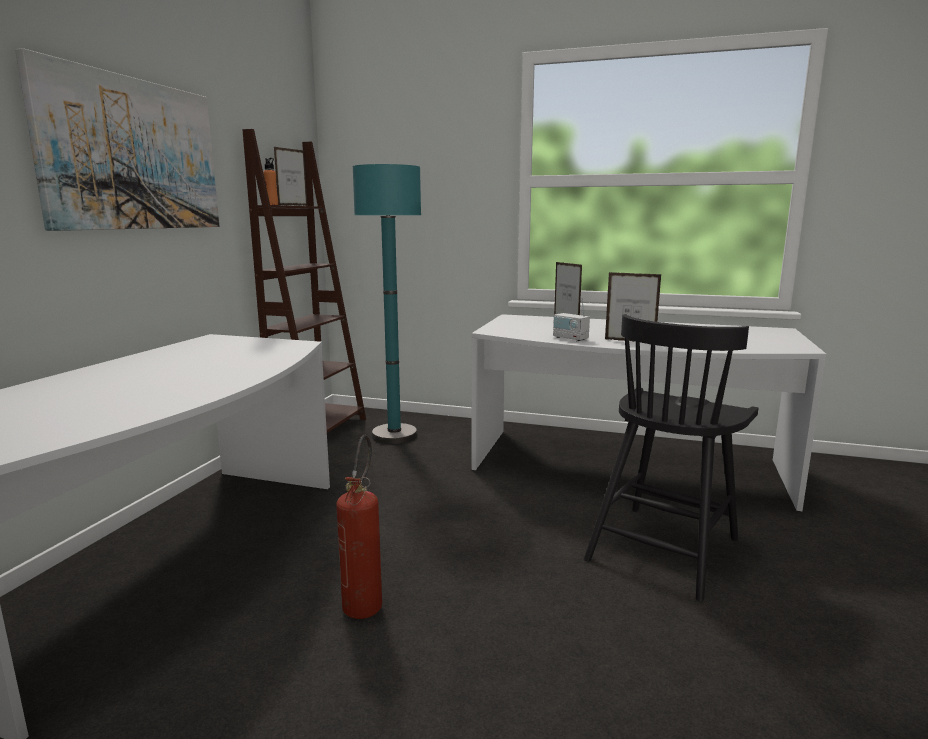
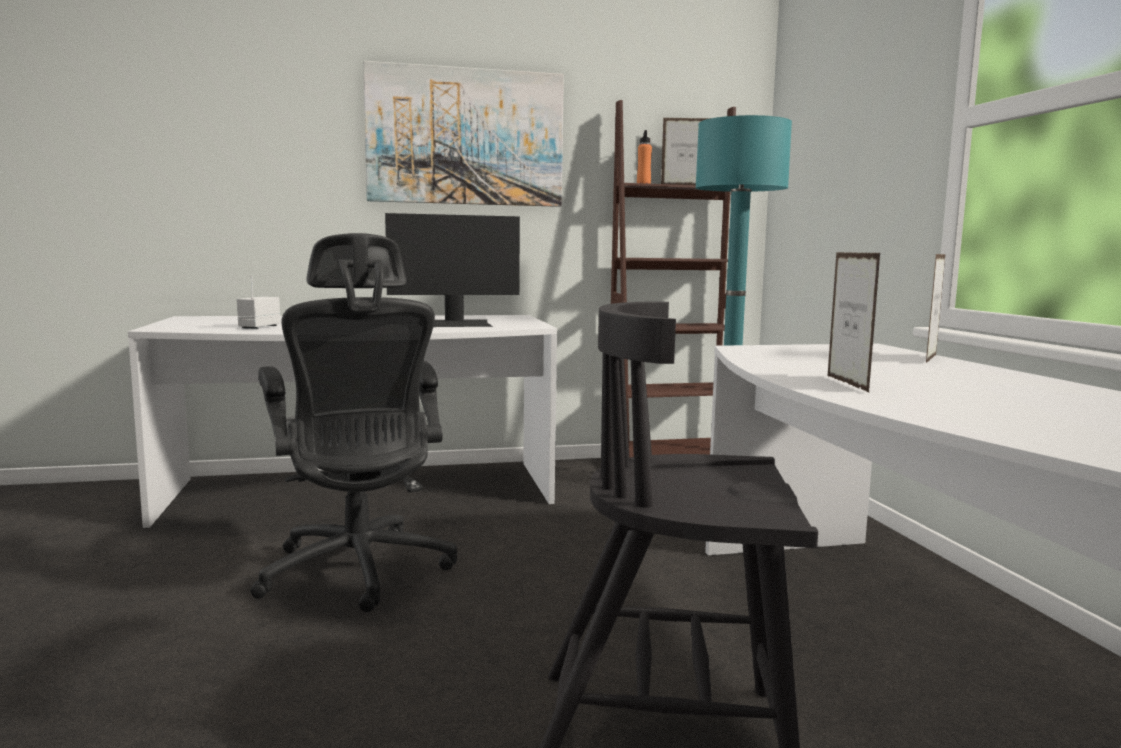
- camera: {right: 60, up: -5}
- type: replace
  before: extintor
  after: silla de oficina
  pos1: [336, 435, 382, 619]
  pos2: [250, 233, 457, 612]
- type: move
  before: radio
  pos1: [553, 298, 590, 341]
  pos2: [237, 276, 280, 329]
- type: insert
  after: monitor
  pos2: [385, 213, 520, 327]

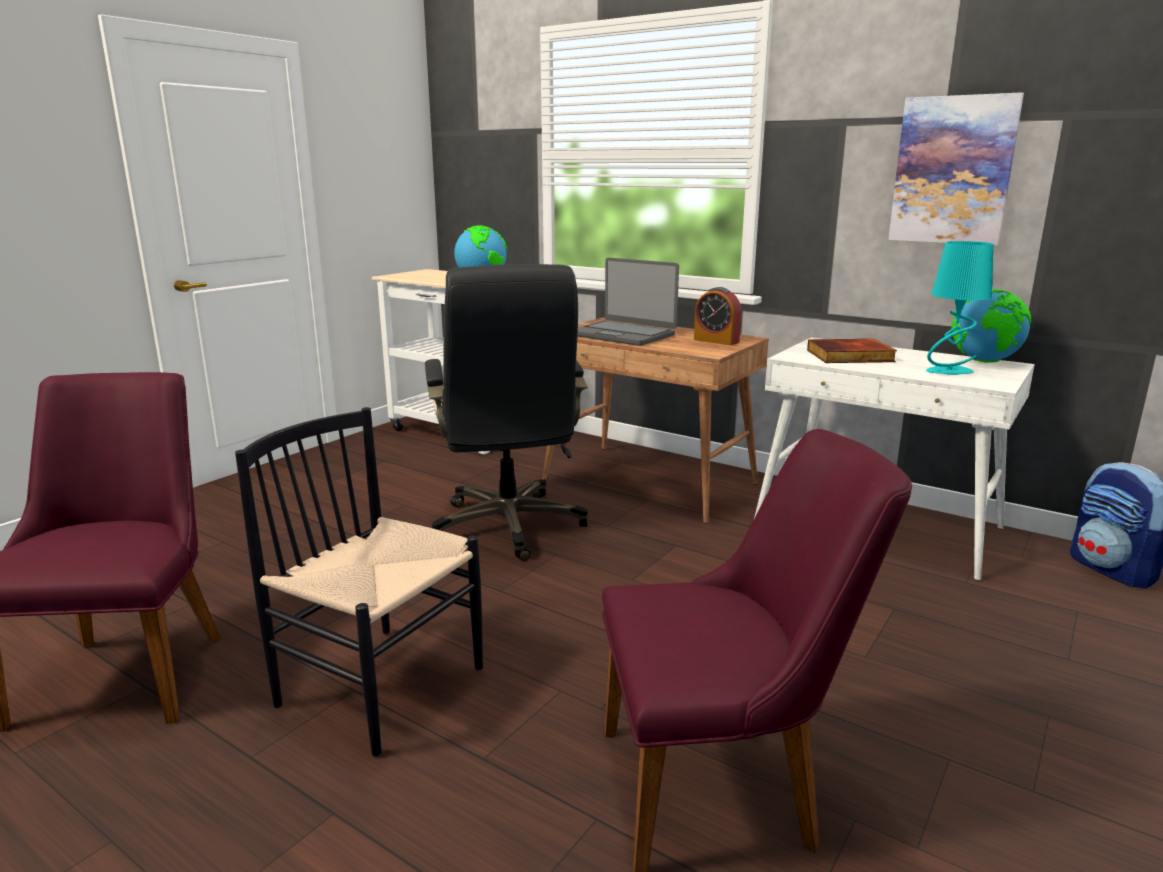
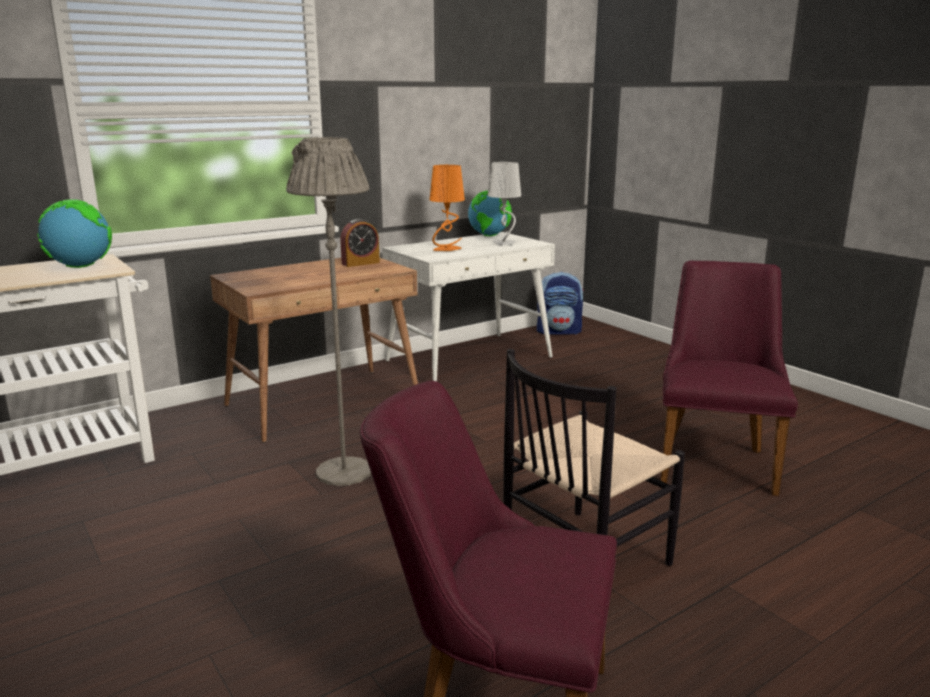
- camera: {right: -70, up: 0}
- type: replace
  before: silla de oficina [negro]
  after: lámpara de pie [gris]
  pos1: [425, 264, 589, 561]
  pos2: [286, 137, 371, 486]
- type: delete
  before: portátil
  pos1: [578, 258, 679, 346]
- type: replace
  before: libro
  after: lámpara de mesa [naranja]
  pos1: [807, 339, 897, 363]
  pos2: [430, 165, 465, 251]
- type: delete
  before: cuadro
  pos1: [888, 92, 1024, 245]
- type: recolor
  before: lámpara de mesa [turquesa]
  after: lámpara de mesa [gris]
  pos1: [926, 241, 993, 375]
  pos2: [487, 162, 521, 246]

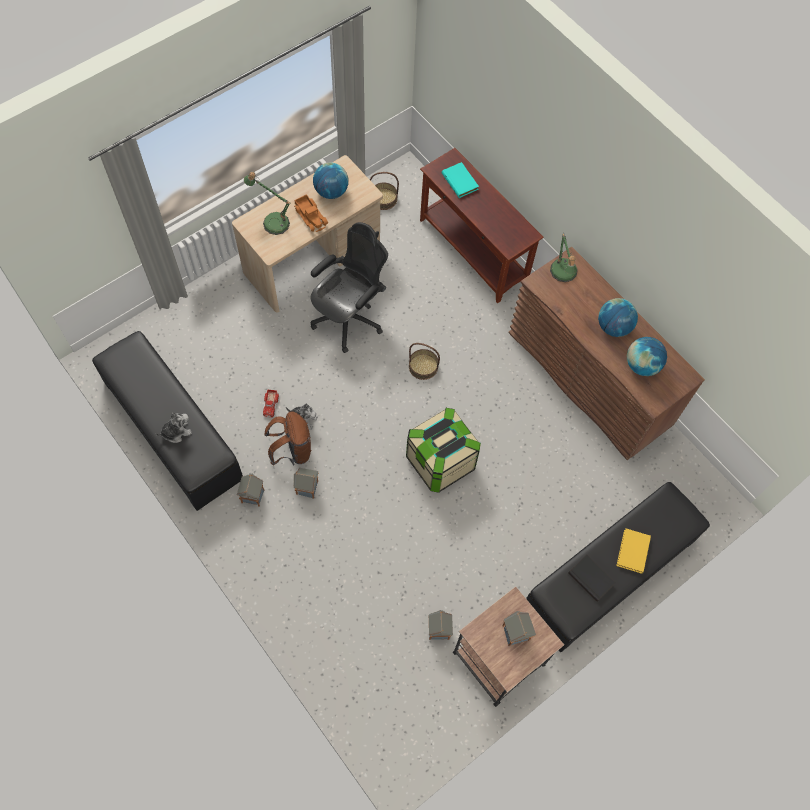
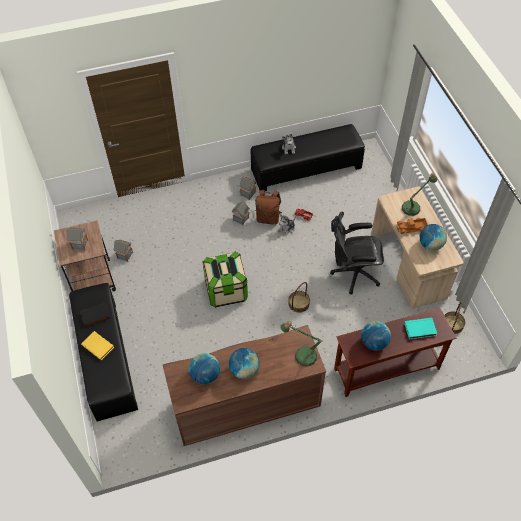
- camera: {right: 115, up: -10}
- type: rotate
  before: silla de oficina
  pos1: [310, 222, 388, 353]
  pos2: [330, 212, 384, 295]
  turn: 120
- type: insert
  after: globo terráqueo
  pos2: [361, 321, 391, 351]

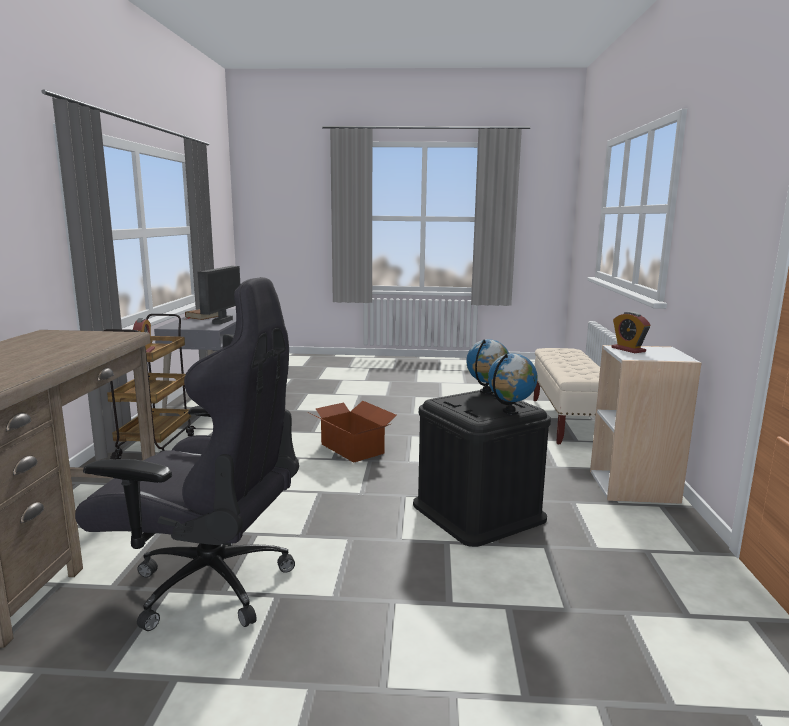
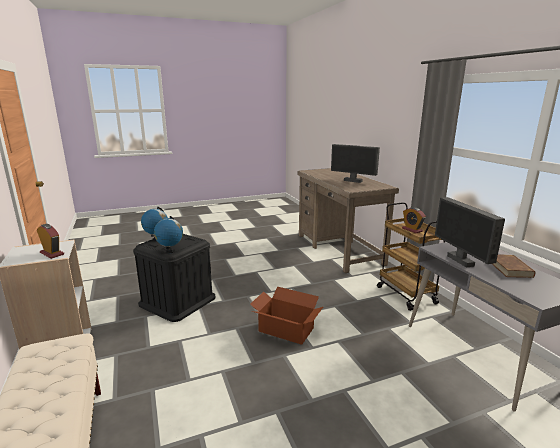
- camera: {right: 155, up: 5}
- type: delete
  before: silla de oficina [negro]
  pos1: [75, 277, 299, 631]
- type: insert
  after: monitor
  pos2: [331, 144, 380, 183]

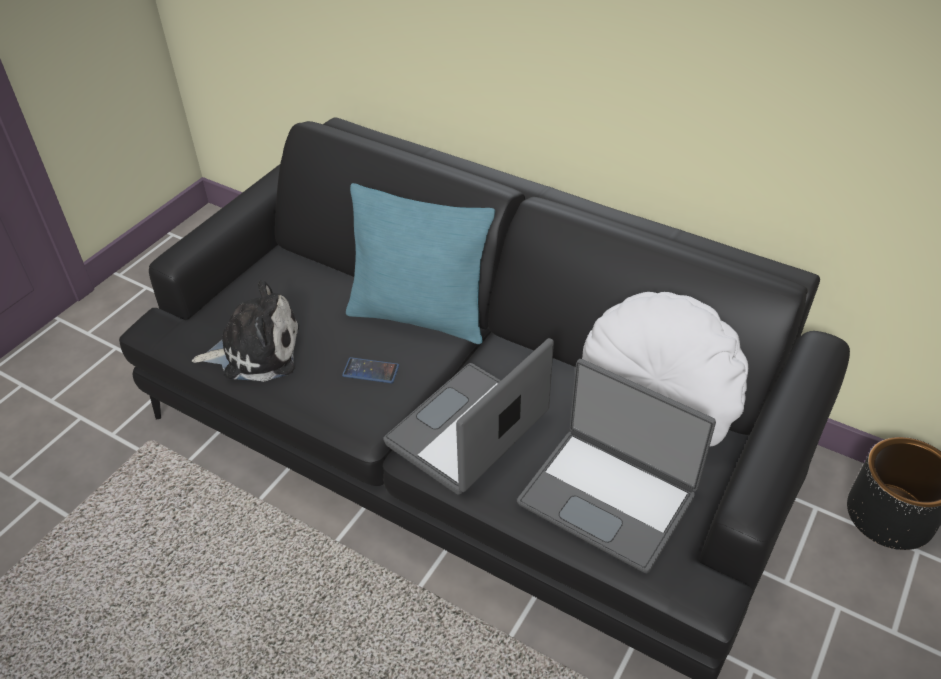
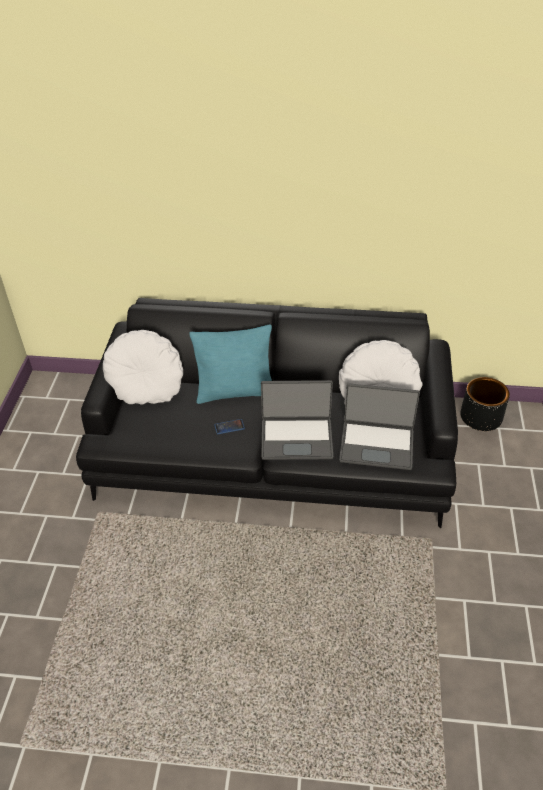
- camera: {right: -25, up: 0}
- type: delete
  before: peluche
  pos1: [192, 280, 299, 382]
- type: rotate
  before: portátil
  pos1: [383, 338, 554, 495]
  pos2: [261, 380, 333, 460]
  turn: -105
- type: insert
  after: cojín [blanco]
  pos2: [103, 330, 183, 405]

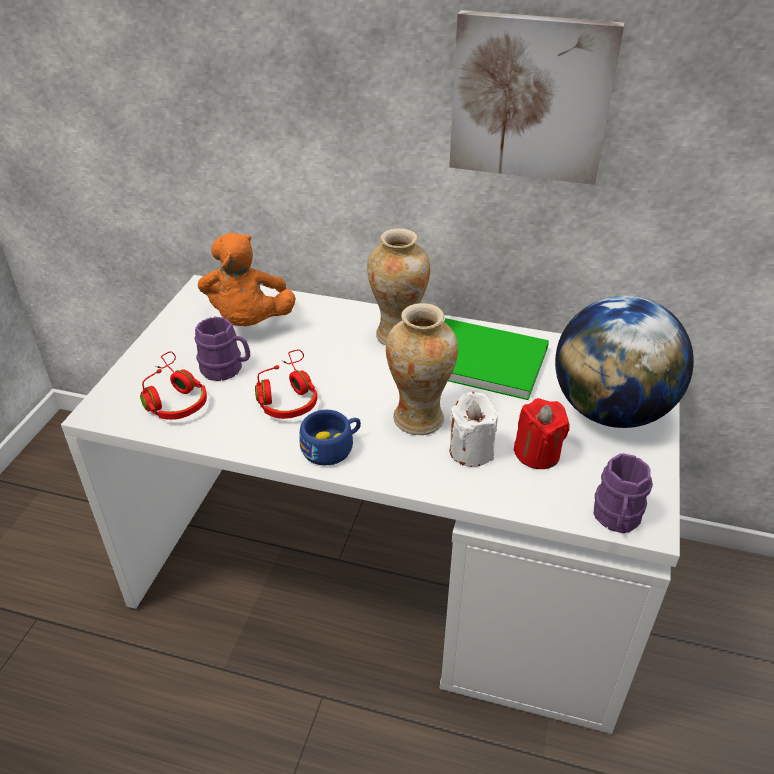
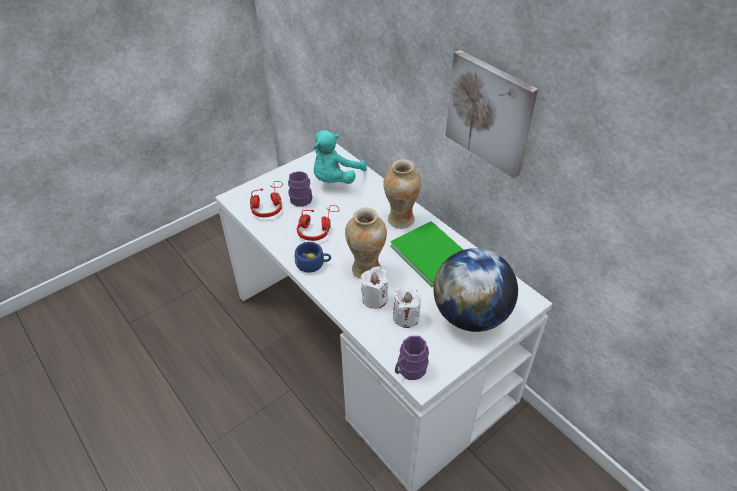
- camera: {right: 35, up: 5}
- type: recolor
  before: peluche [naranja]
  after: peluche [turquesa]
  pos1: [198, 233, 296, 326]
  pos2: [313, 130, 367, 184]
- type: recolor
  before: vela [rojo]
  after: vela [blanco]
  pos1: [513, 398, 570, 469]
  pos2: [393, 287, 421, 328]

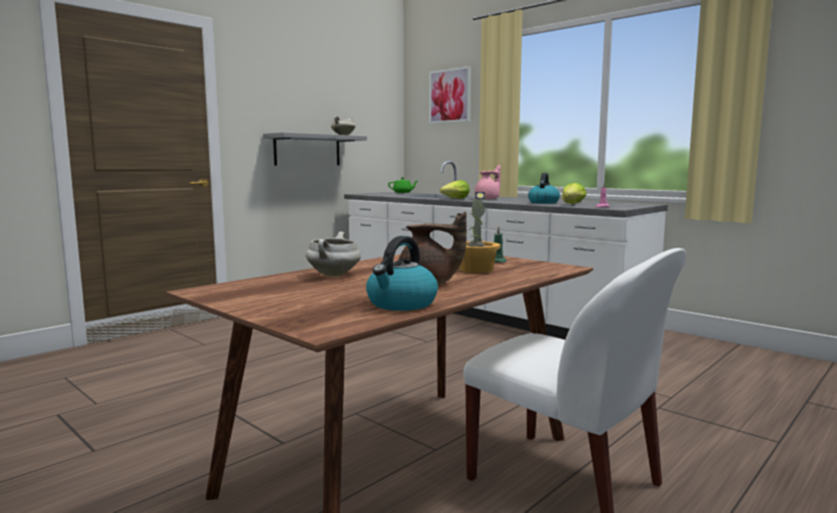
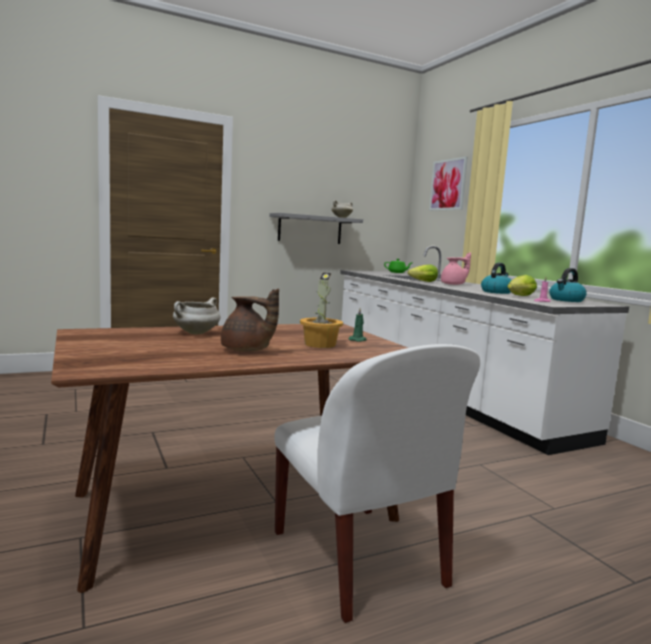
- camera: {right: 20, up: 0}
- type: move
  before: hervidor
  pos1: [366, 236, 438, 311]
  pos2: [549, 268, 587, 302]

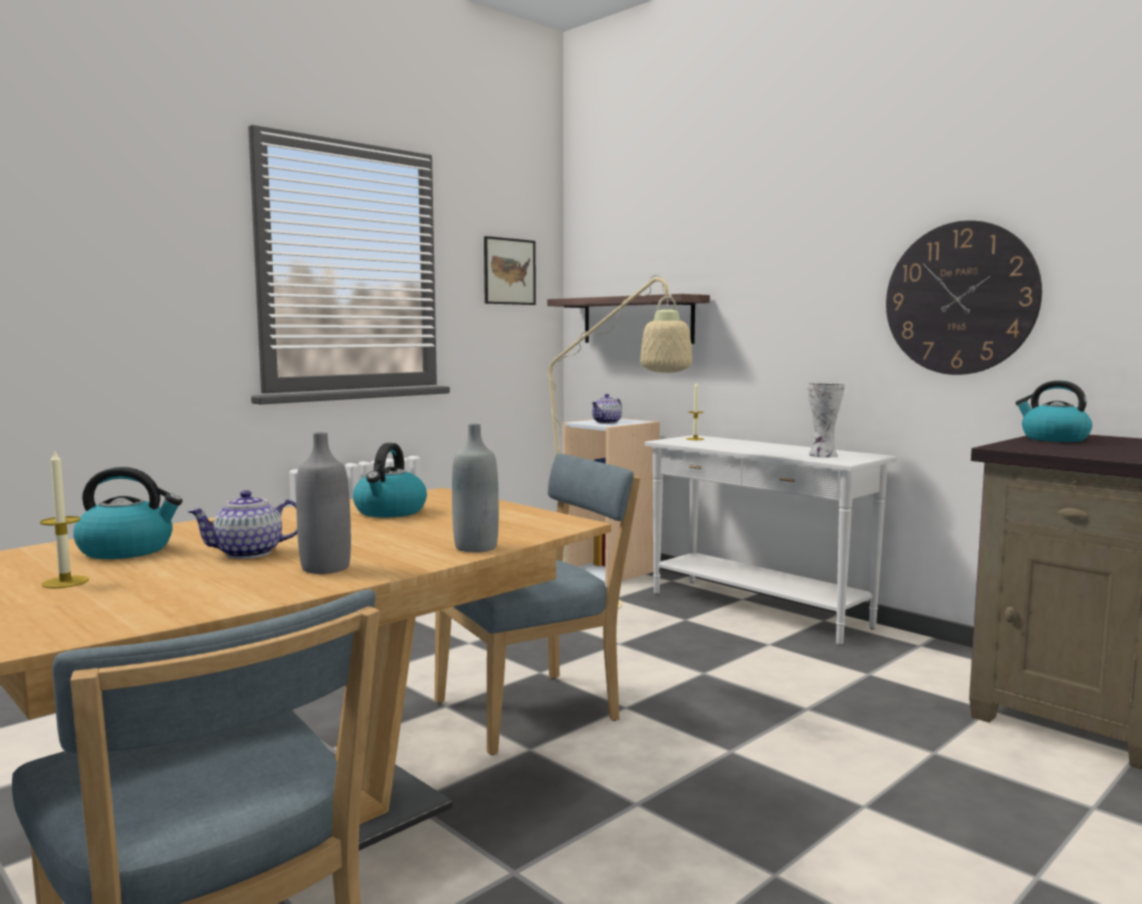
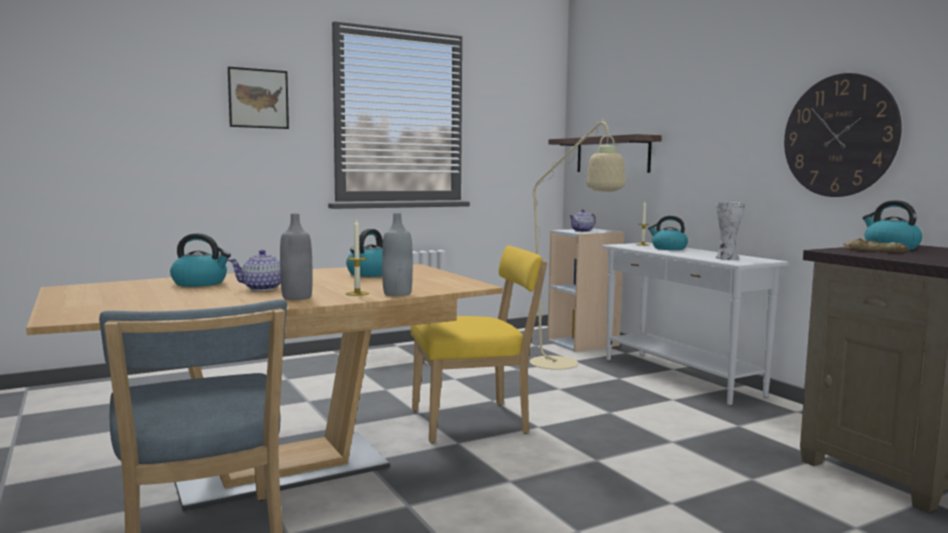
- camera: {right: 15, up: 0}
- type: move
  before: vela
  pos1: [40, 451, 89, 589]
  pos2: [346, 218, 369, 296]
- type: recolor
  before: silla [azul]
  after: silla [amarillo]
  pos1: [435, 453, 640, 755]
  pos2: [411, 245, 547, 443]
- type: move
  before: cuadro
  pos1: [484, 236, 536, 305]
  pos2: [228, 67, 289, 129]
- type: insert
  after: hervidor
  pos2: [648, 216, 688, 250]
- type: insert
  after: pan
  pos2: [843, 238, 908, 253]

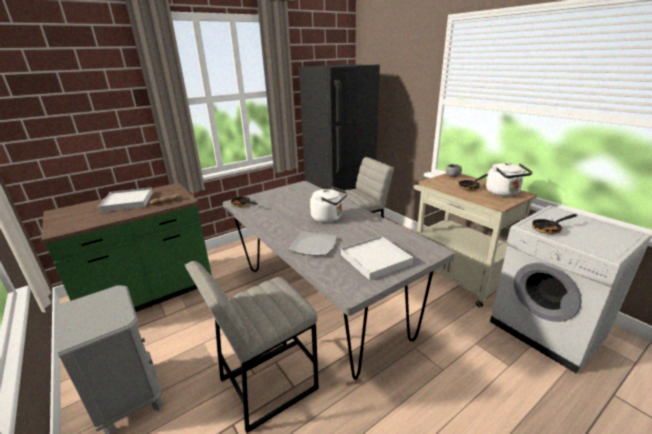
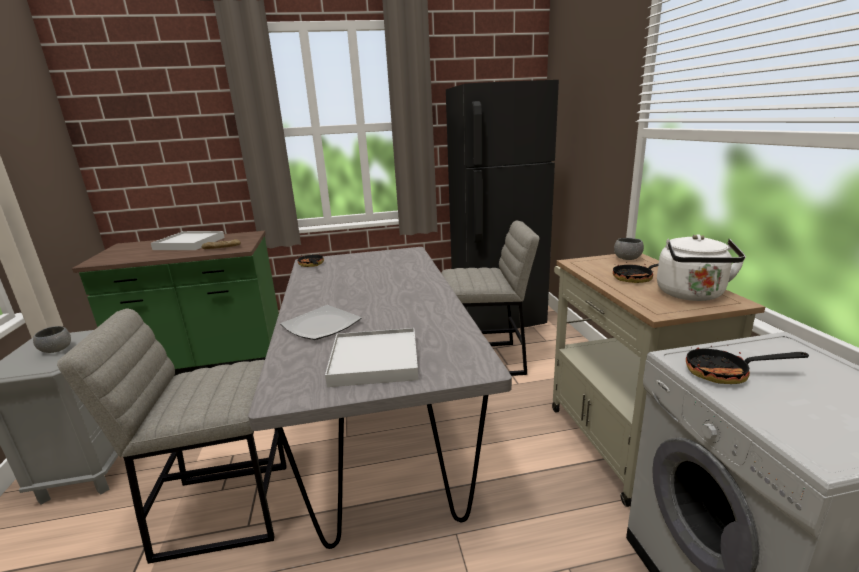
- camera: {right: 25, up: -5}
- type: delete
  before: hervidor [blanco]
  pos1: [310, 187, 347, 223]
- type: insert
  after: cuenco [gris]
  pos2: [33, 326, 71, 353]

